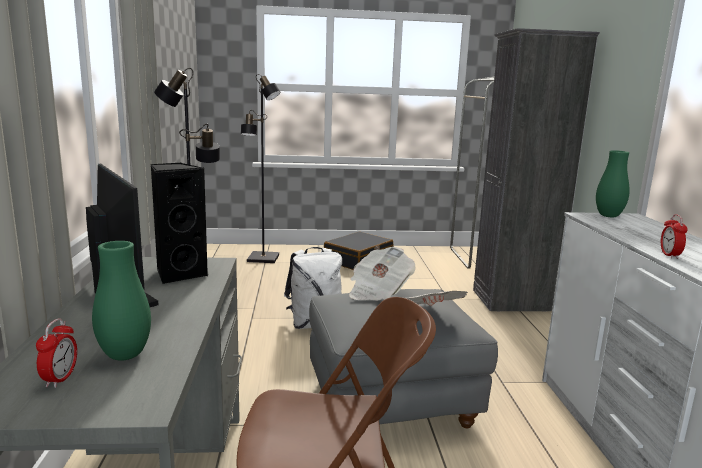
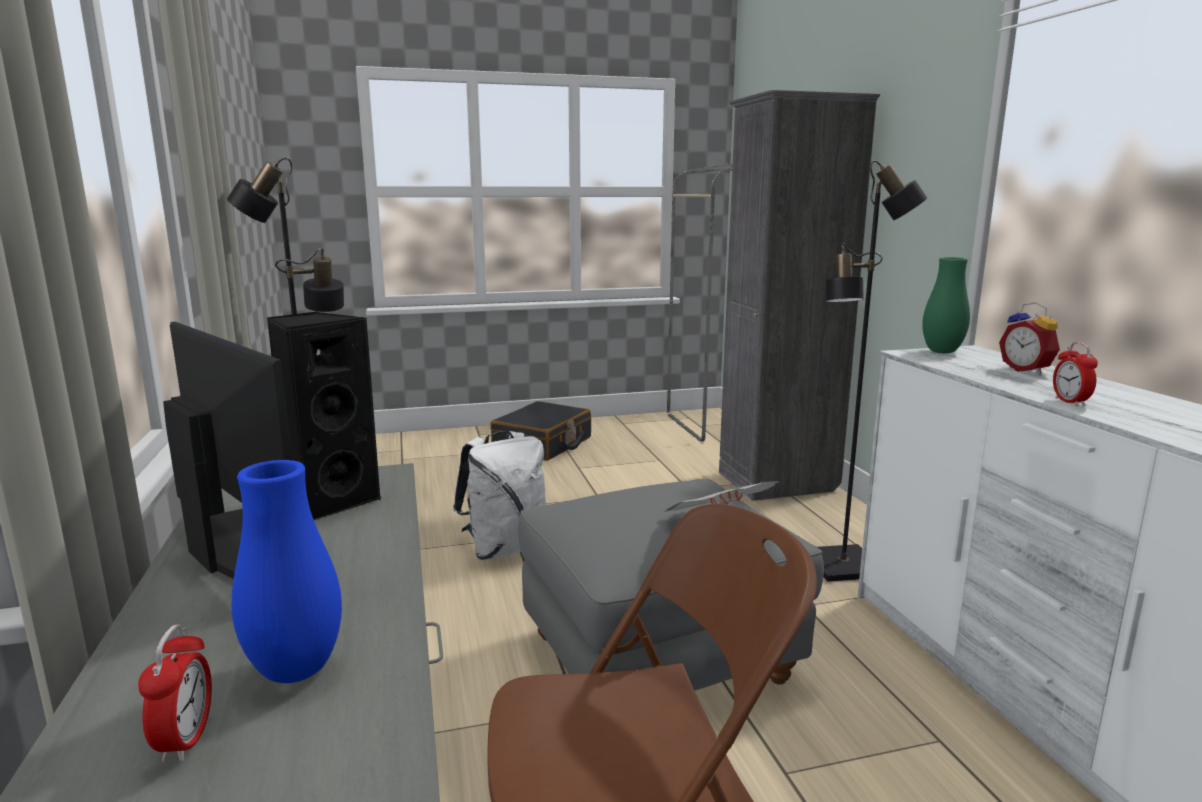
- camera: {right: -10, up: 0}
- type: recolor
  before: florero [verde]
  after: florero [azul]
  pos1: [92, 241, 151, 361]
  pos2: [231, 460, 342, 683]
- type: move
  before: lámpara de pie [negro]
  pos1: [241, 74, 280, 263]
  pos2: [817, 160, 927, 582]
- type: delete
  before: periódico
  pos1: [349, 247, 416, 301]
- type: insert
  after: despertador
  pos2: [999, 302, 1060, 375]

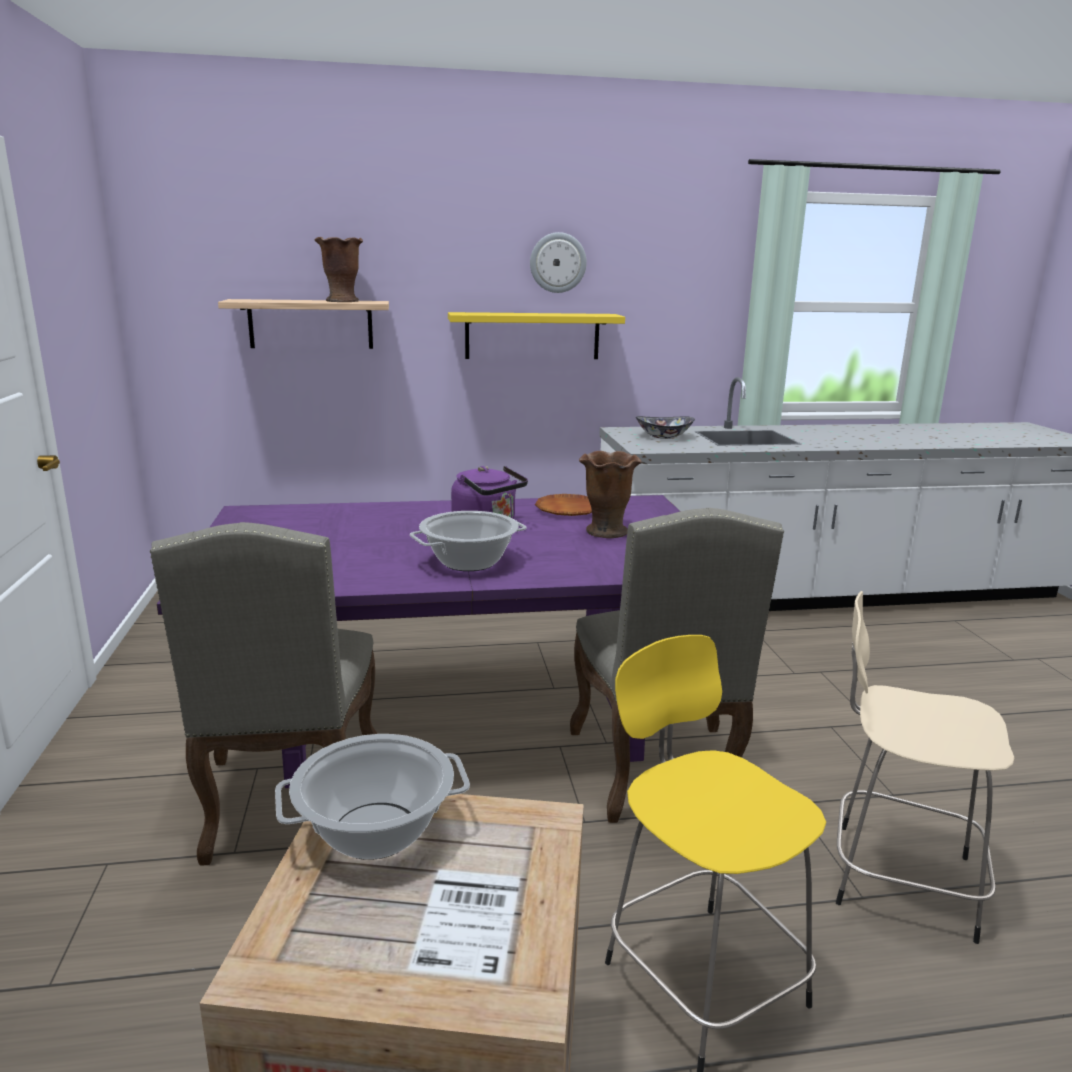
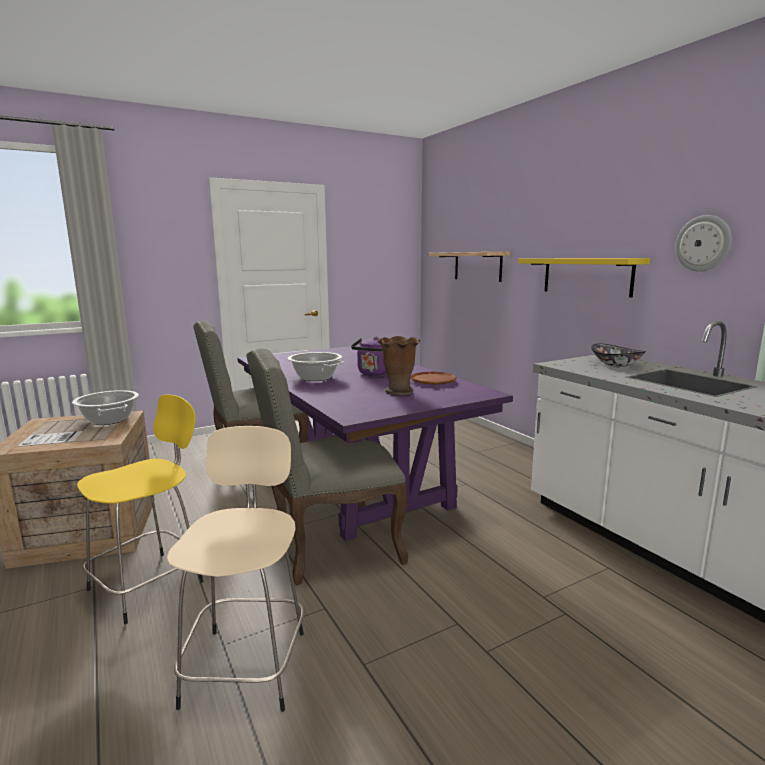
- camera: {right: 70, up: -5}
- type: delete
  before: florero [marrón]
  pos1: [315, 237, 363, 302]
- type: move
  before: reloj de pared
  pos1: [530, 232, 587, 293]
  pos2: [675, 215, 732, 272]

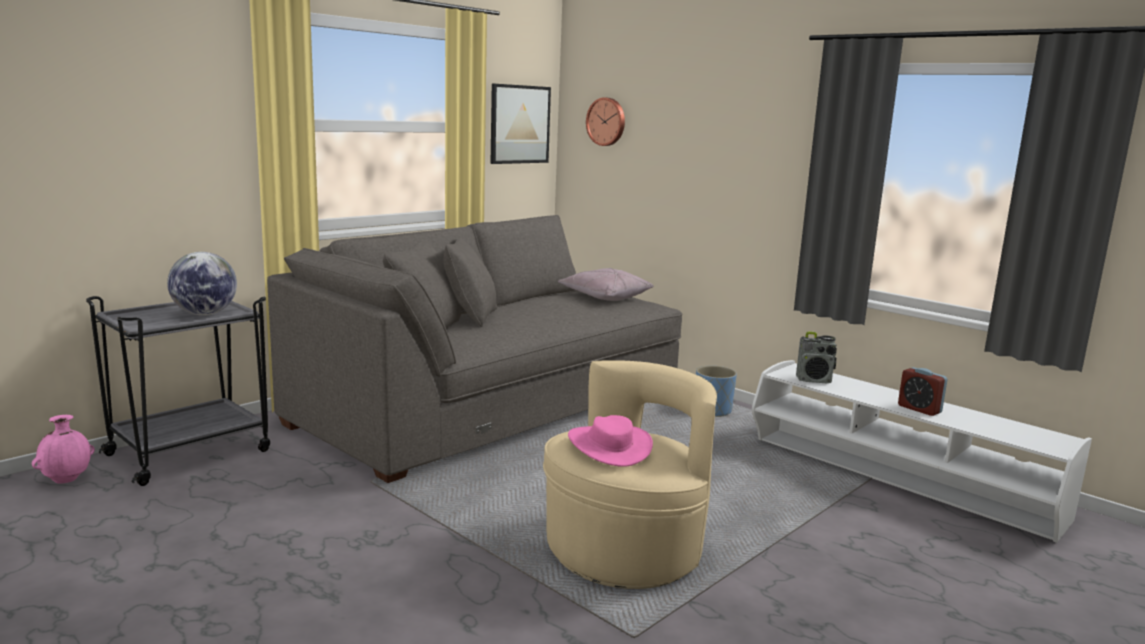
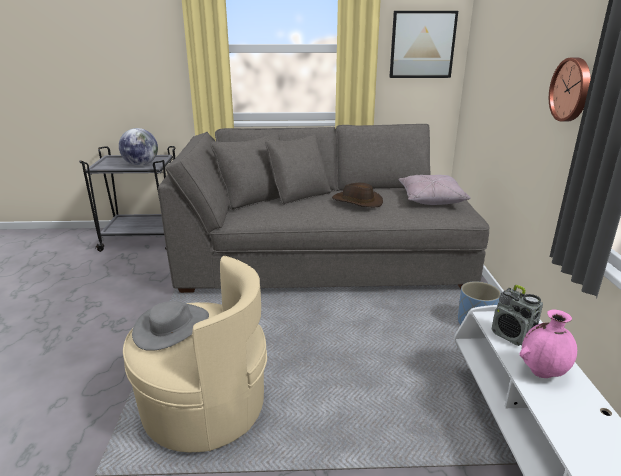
- camera: {right: 45, up: 10}
- type: move
  before: florero [rosa]
  pos1: [32, 415, 95, 484]
  pos2: [519, 310, 577, 378]
- type: recolor
  before: sombrero [rosa]
  after: sombrero [gris]
  pos1: [568, 415, 653, 467]
  pos2: [132, 301, 209, 351]
- type: move
  before: reloj de pared
  pos1: [586, 97, 625, 146]
  pos2: [549, 57, 591, 121]
- type: delete
  before: despertador
  pos1: [898, 367, 948, 416]
- type: insert
  after: sombrero [marrón]
  pos2: [332, 183, 383, 207]

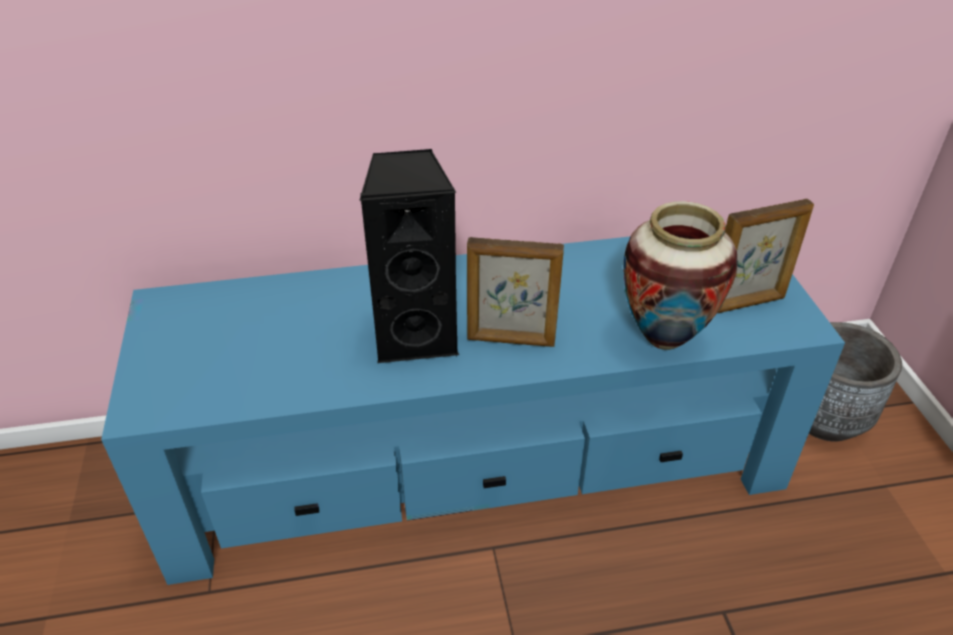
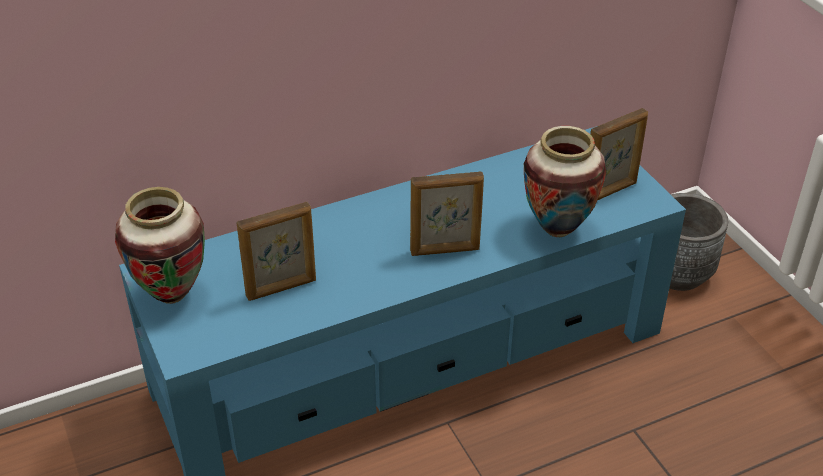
- camera: {right: -15, up: 0}
- type: delete
  before: altavoz [negro]
  pos1: [359, 149, 459, 364]
- type: insert
  after: florero
  pos2: [115, 187, 205, 304]
- type: insert
  after: portarretratos
  pos2: [237, 202, 316, 301]

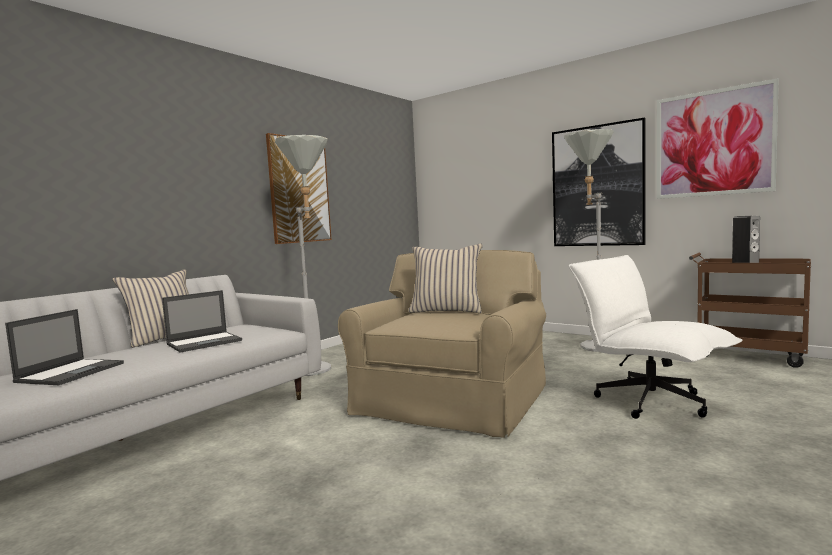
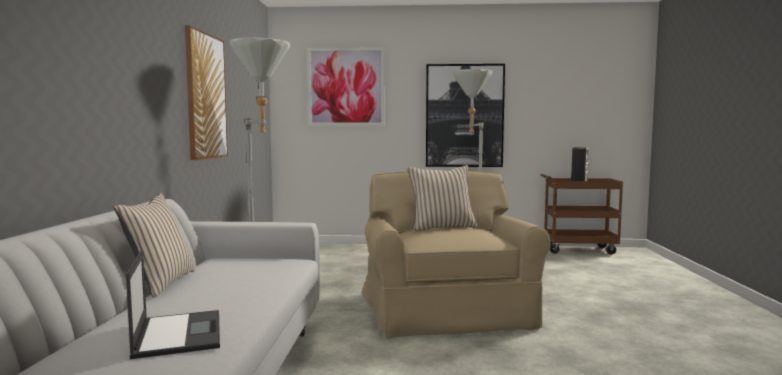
- camera: {right: -35, up: 0}
- type: delete
  before: portátil
  pos1: [162, 290, 242, 353]
- type: delete
  before: silla de oficina [blanco]
  pos1: [569, 255, 742, 419]
- type: move
  before: cuadro
  pos1: [657, 78, 779, 199]
  pos2: [308, 48, 384, 126]

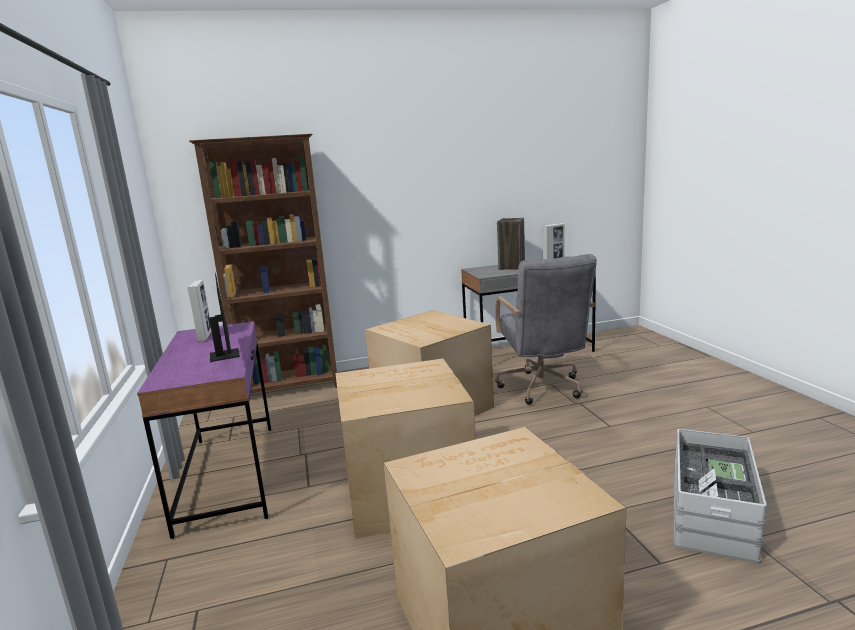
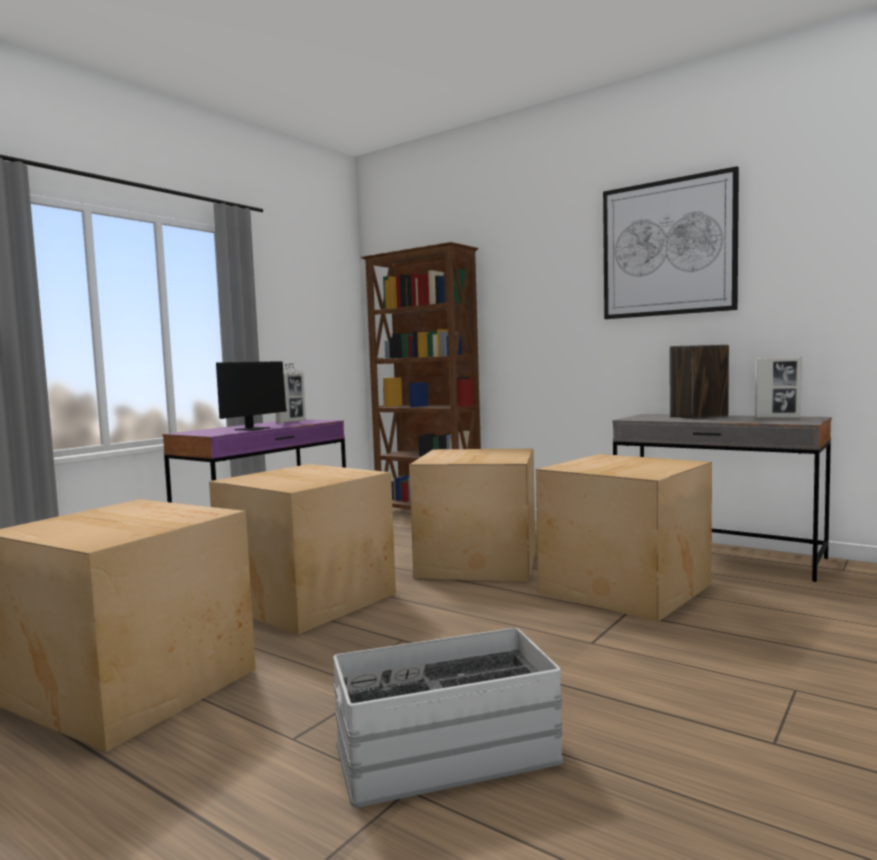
- camera: {right: 50, up: -10}
- type: replace
  before: silla de oficina [gris]
  after: caja de cartón
  pos1: [495, 254, 597, 405]
  pos2: [536, 454, 712, 622]
- type: insert
  after: cuadro
  pos2: [603, 166, 739, 319]

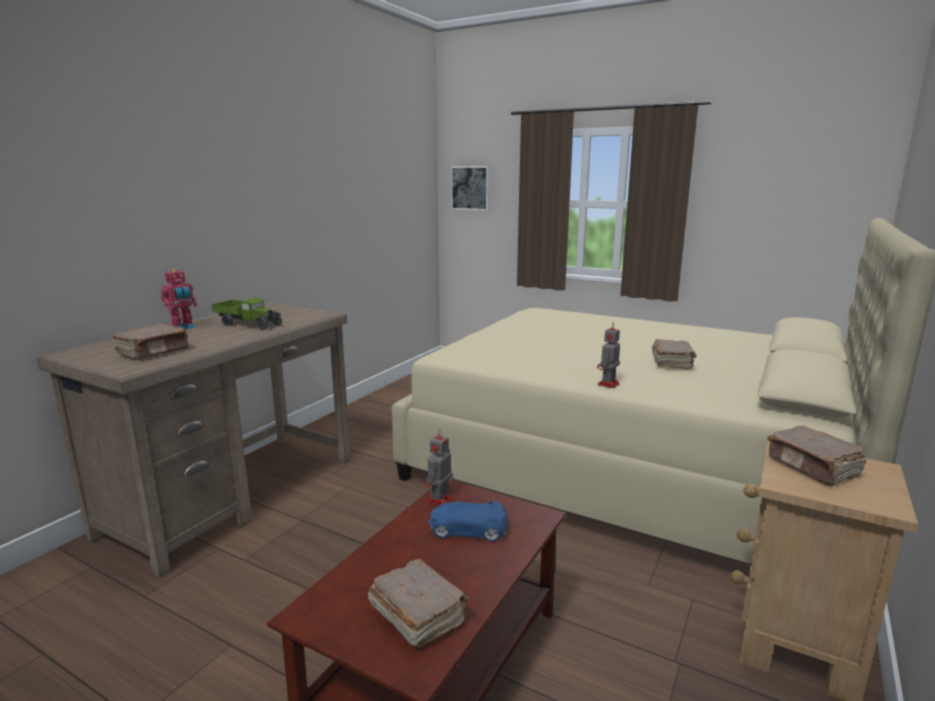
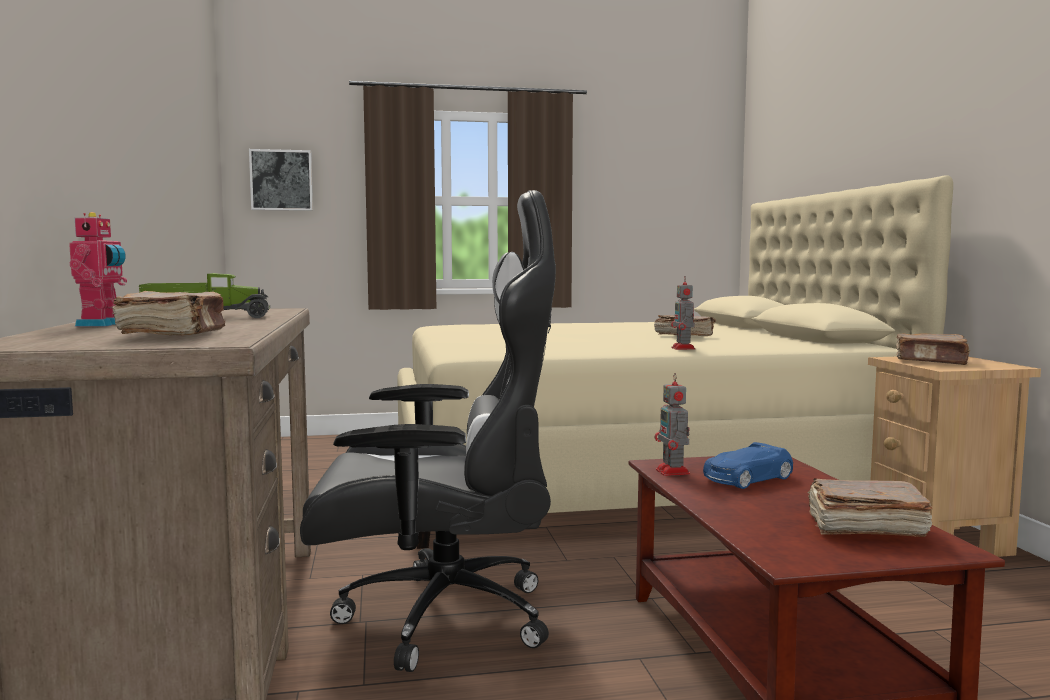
- camera: {right: -40, up: -10}
- type: insert
  after: silla de oficina [negro]
  pos2: [300, 190, 556, 672]

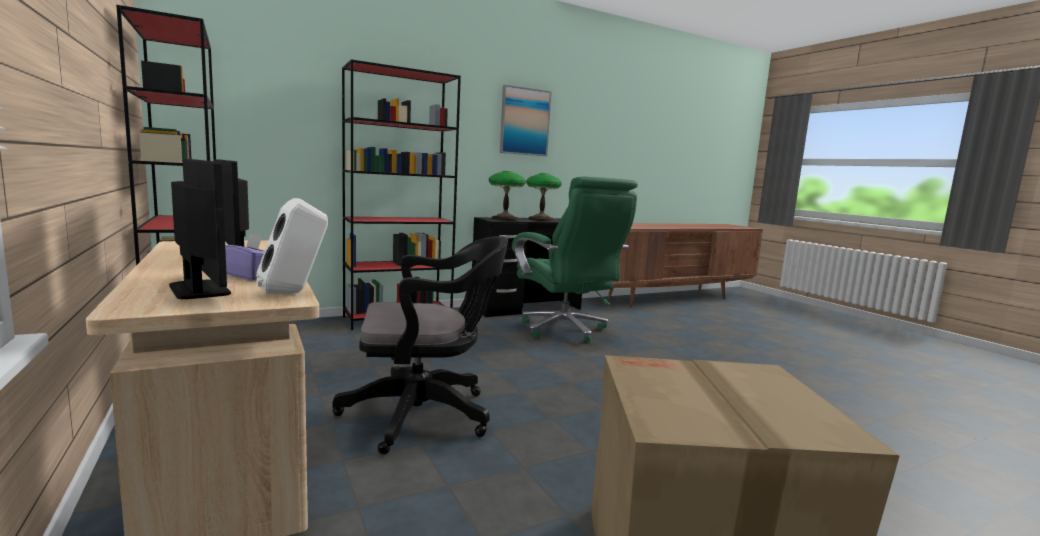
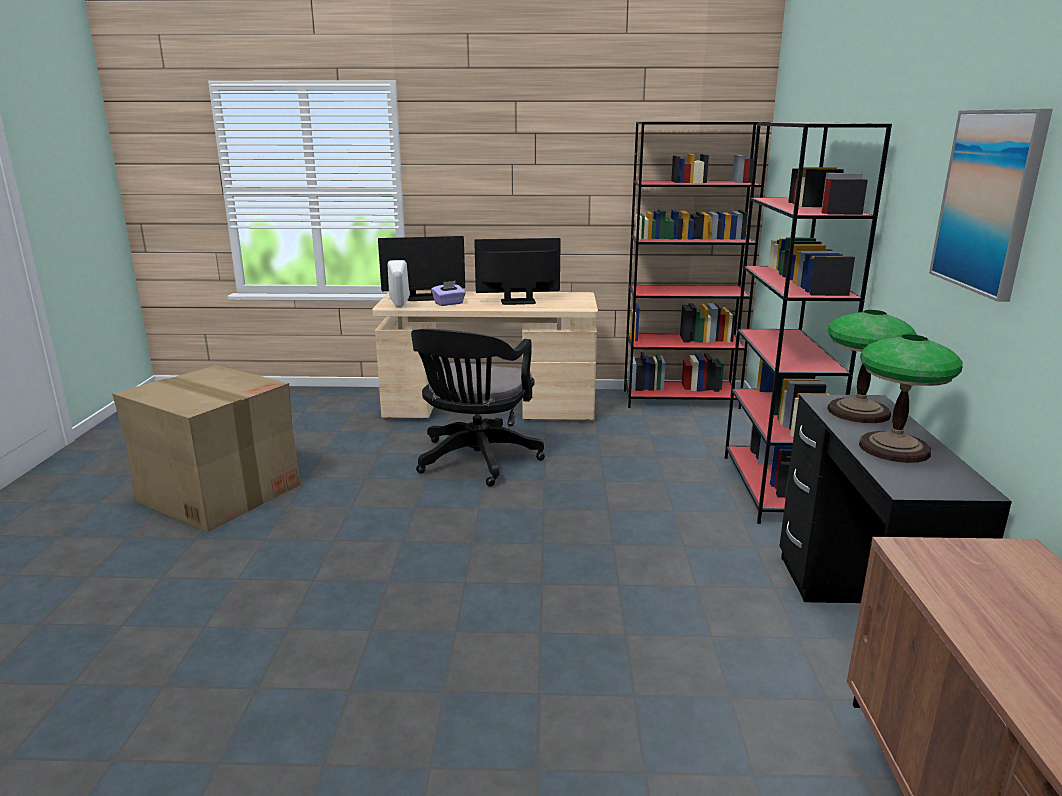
- camera: {right: 120, up: 10}
- type: delete
  before: silla de oficina [verde]
  pos1: [512, 177, 638, 342]

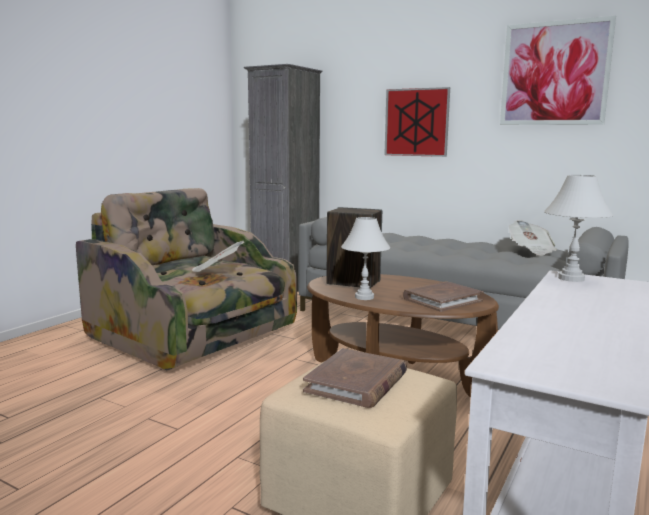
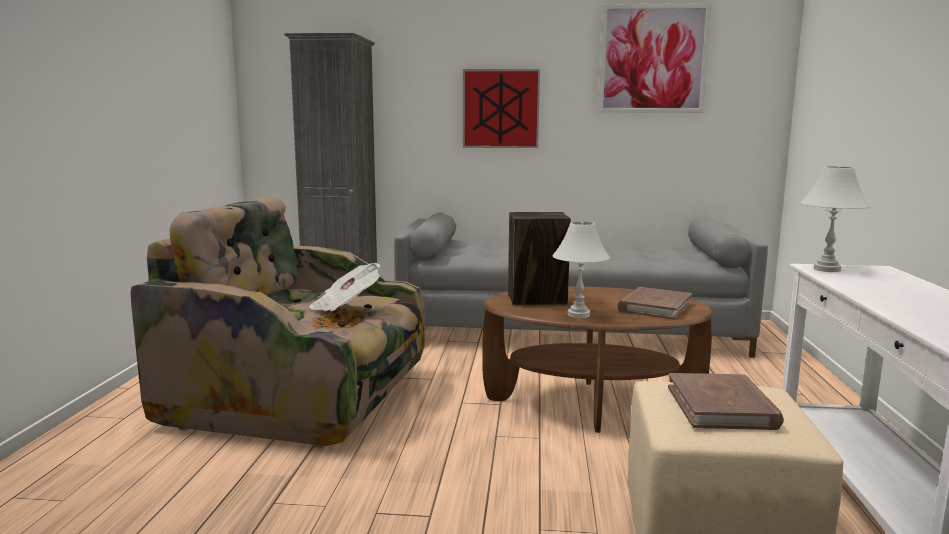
- camera: {right: -25, up: 0}
- type: delete
  before: periódico
  pos1: [508, 220, 557, 256]

